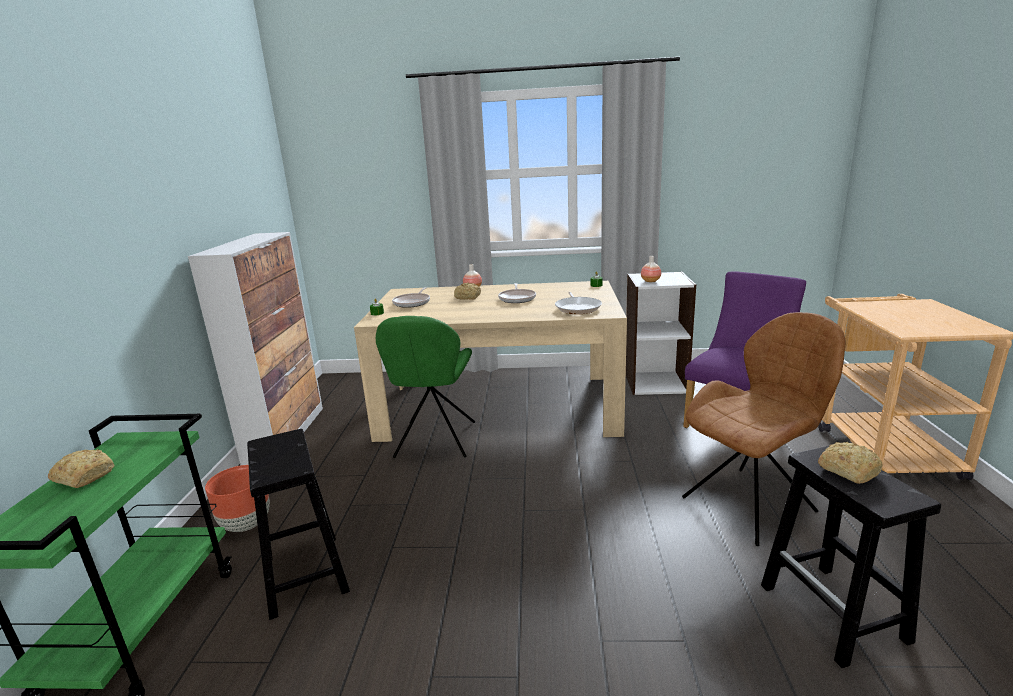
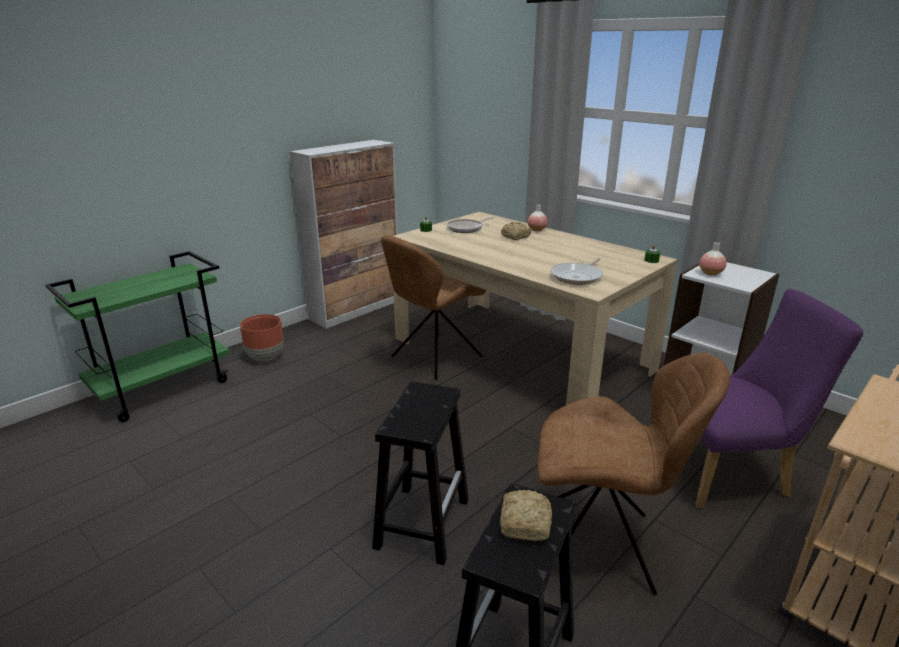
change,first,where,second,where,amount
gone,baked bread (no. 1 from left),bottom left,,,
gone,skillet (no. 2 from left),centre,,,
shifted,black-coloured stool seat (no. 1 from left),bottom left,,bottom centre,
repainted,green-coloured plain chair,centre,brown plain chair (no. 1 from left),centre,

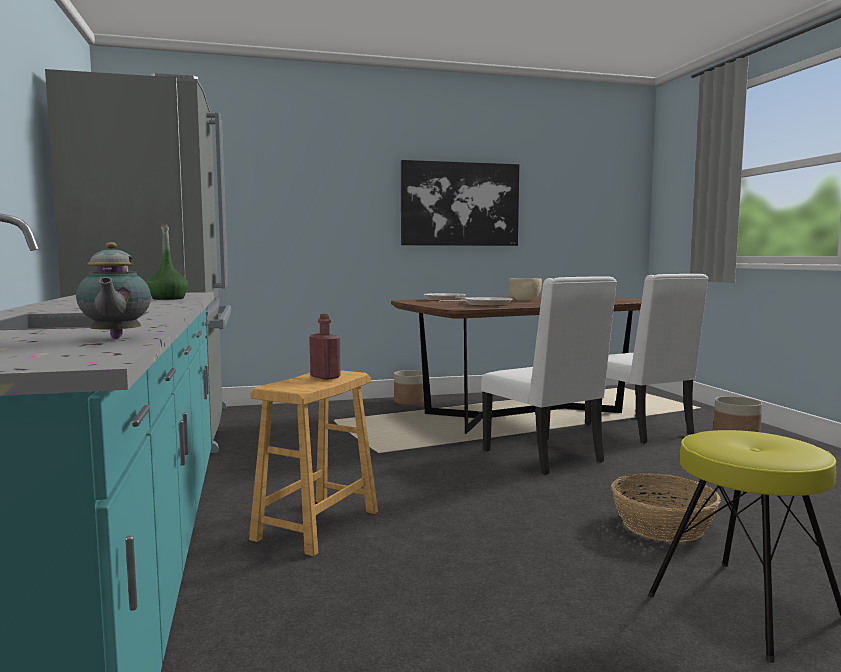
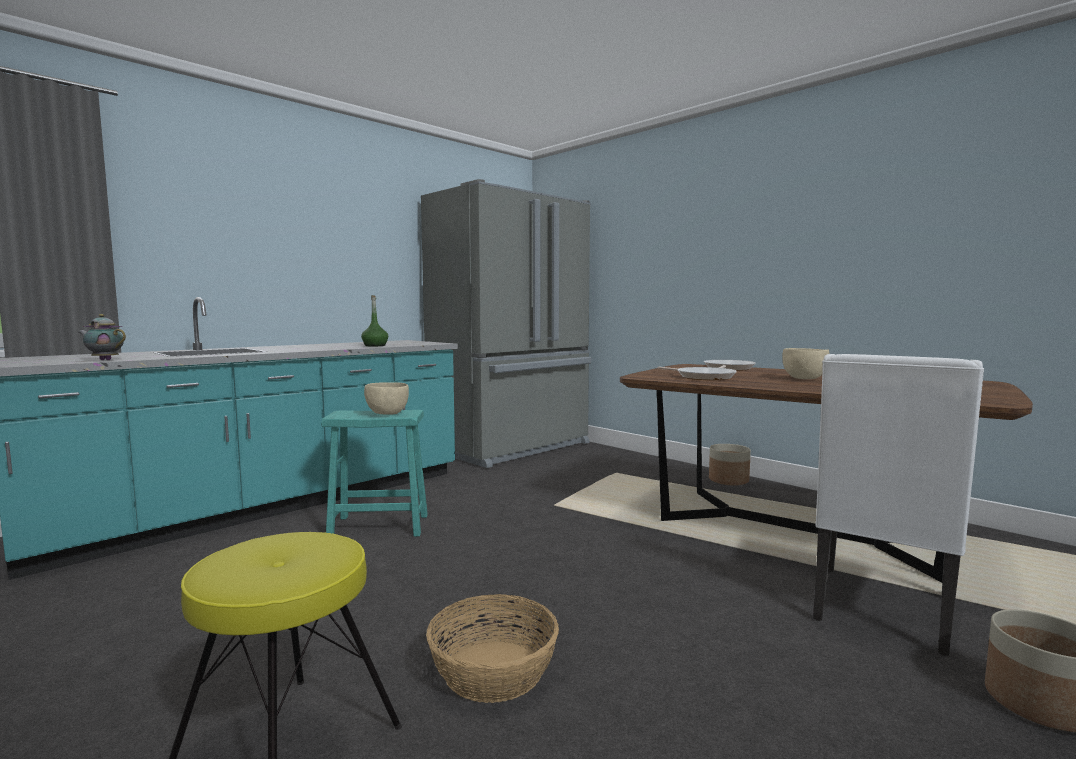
change,first,where,second,where,amount
gone,wall art,top centre,,,
gone,white-coloured plain chair (no. 1 from left),centre,,,
swapped,red bottle,centre,beige-coloured deep dish (no. 1 from left),centre,
repainted,brown stool seat,bottom centre,turquoise-coloured stool seat,centre,
rotated,tea pot,middle left,,middle left,60 degrees clockwise

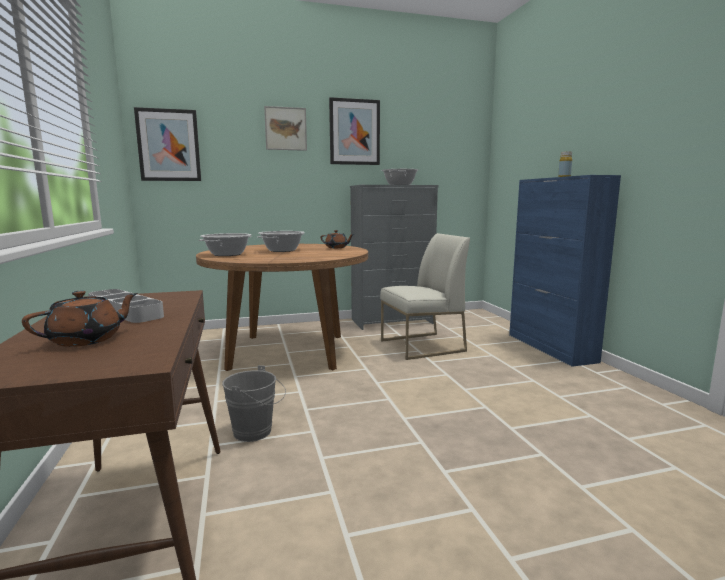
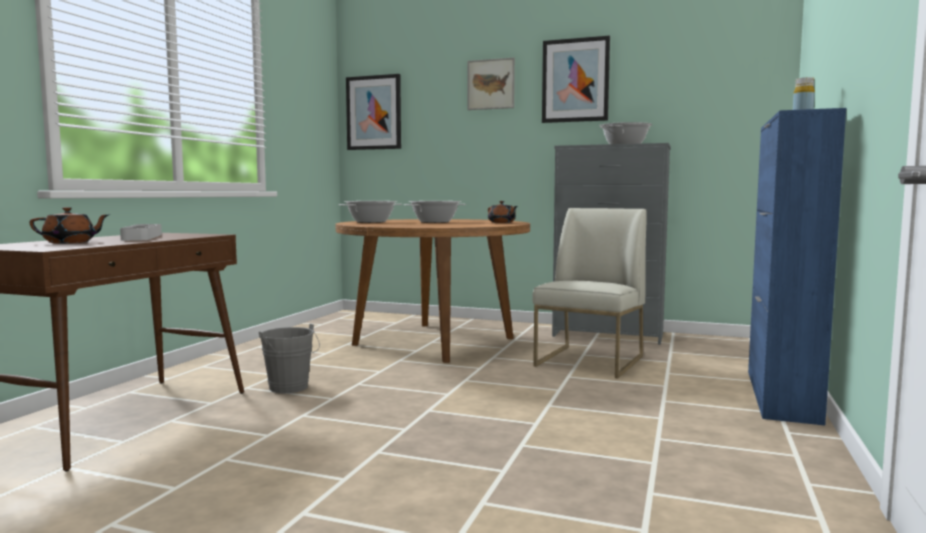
change,first,where,second,where,amount
rotated,white-coloured plain chair,centre,,centre,75 degrees counterclockwise

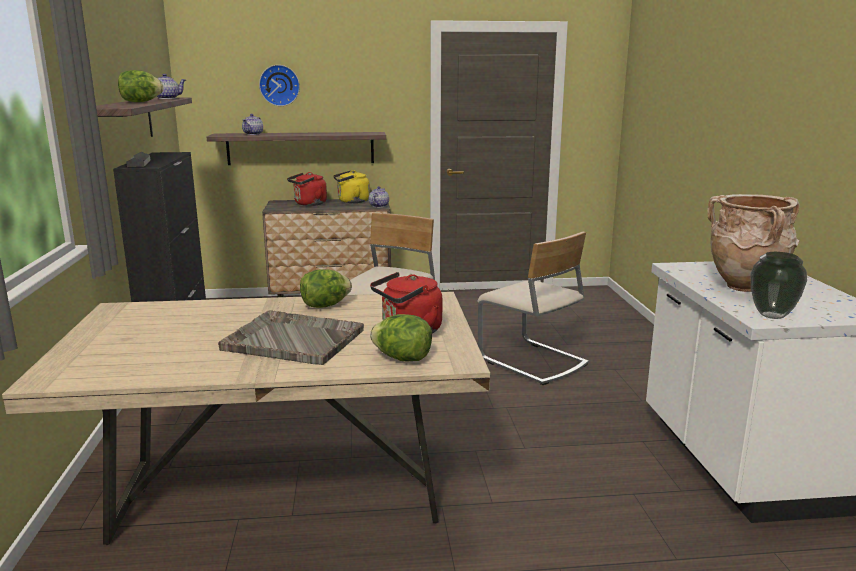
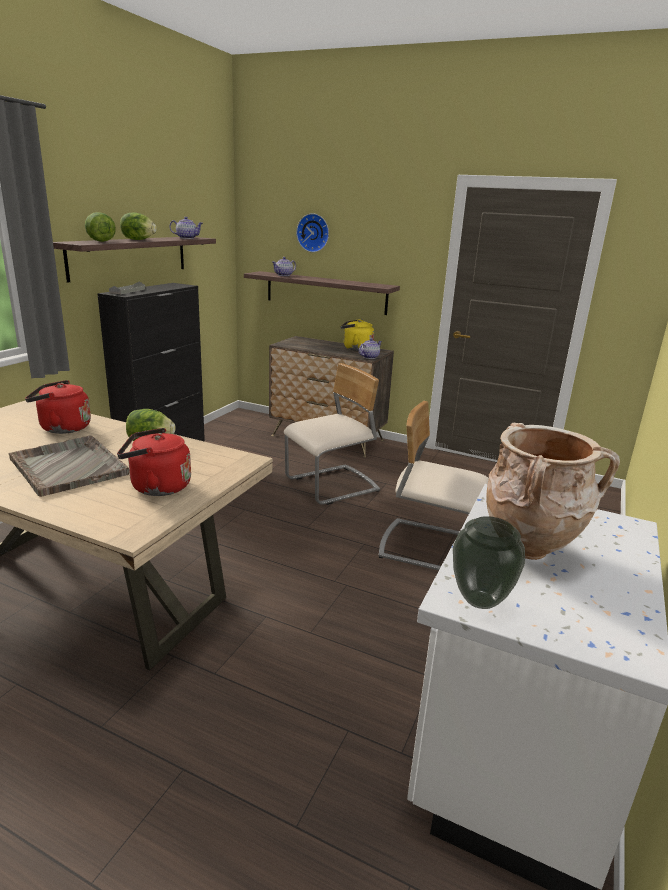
change,first,where,second,where,amount
shifted,red tea kettle (no. 1 from left),top centre,,middle left,
shifted,head of lettuce (no. 3 from left in the first image),centre,head of lettuce (no. 1 from left),top left,
rotated,beige-coloured plain chair (no. 2 from left),centre,,centre,120 degrees clockwise

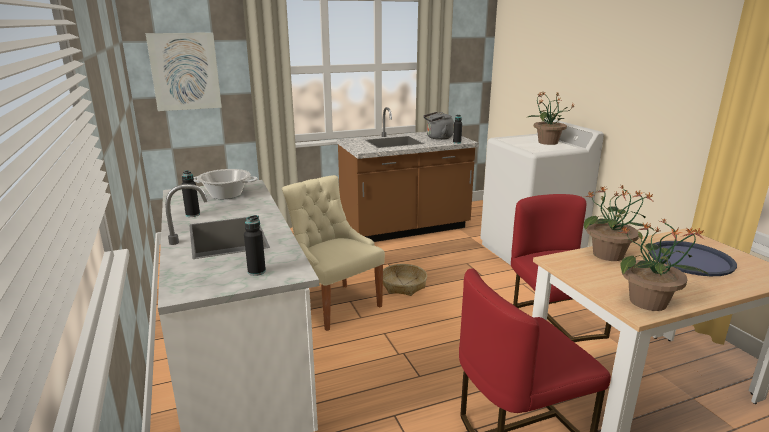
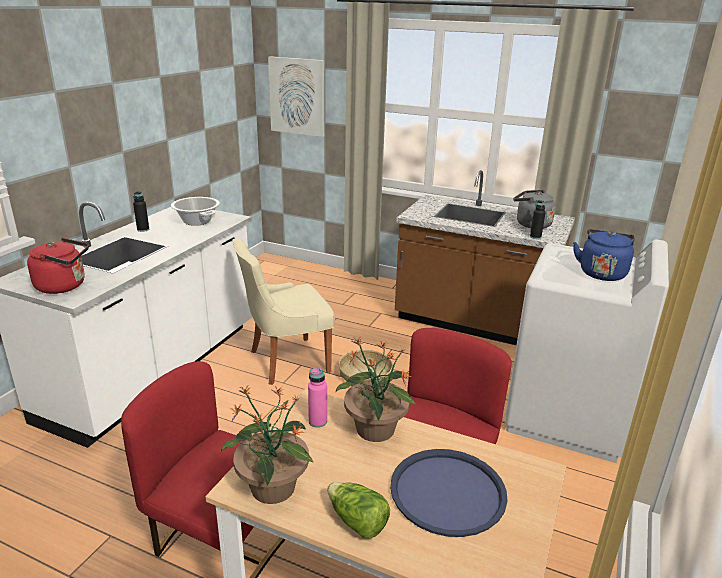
change,first,where,second,where,amount
new,,,pinkish bottle,bottom centre,
new,,,head of lettuce,bottom centre,
swapped,black-coloured bottle (no. 2 from left),middle left,red tea kettle,middle left,
swapped,houseplant (no. 1 from left),top right,bluish tea kettle,middle right,
rotated,beige-coloured plain chair,centre,,centre,120 degrees counterclockwise

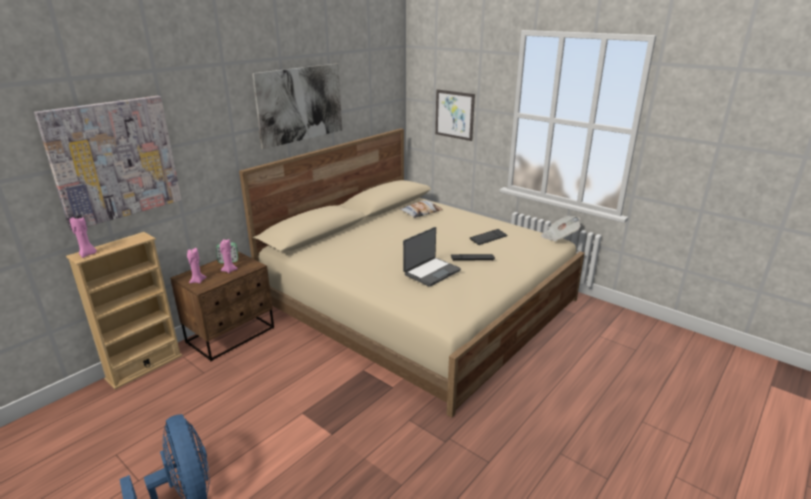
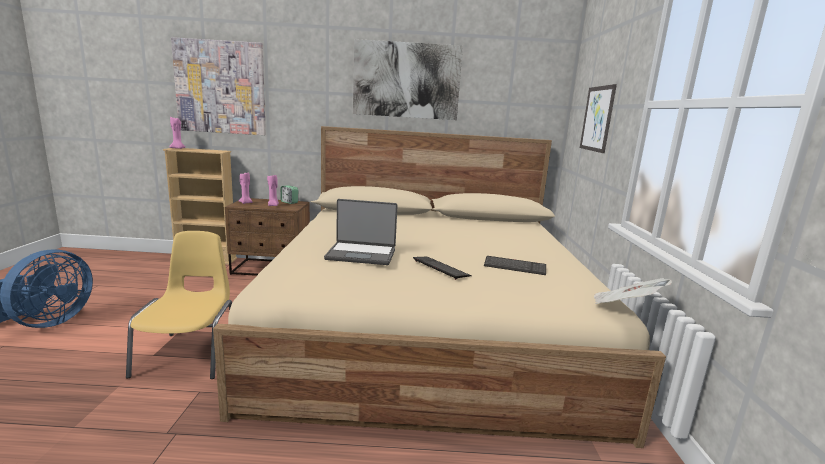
change,first,where,second,where,amount
gone,throw pillow,centre,,,
new,,,yellowish plain chair,middle left,

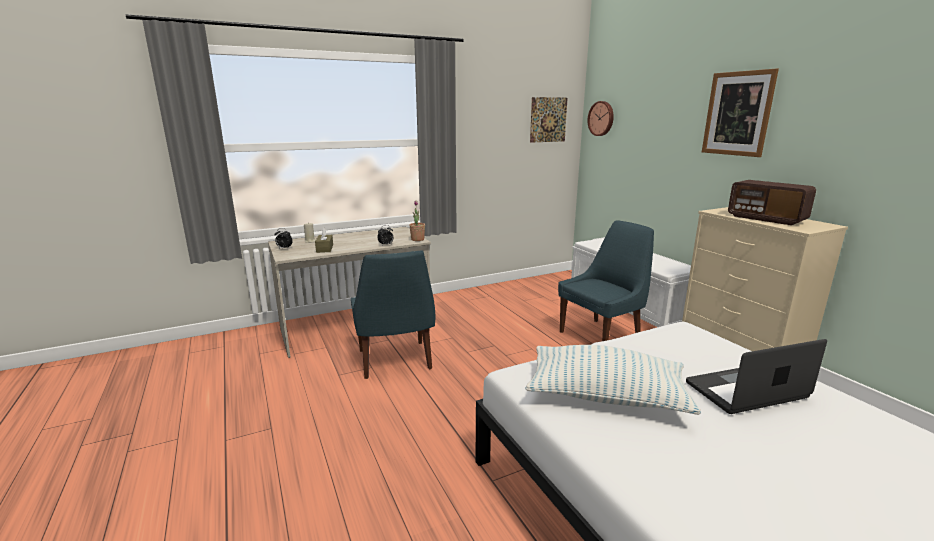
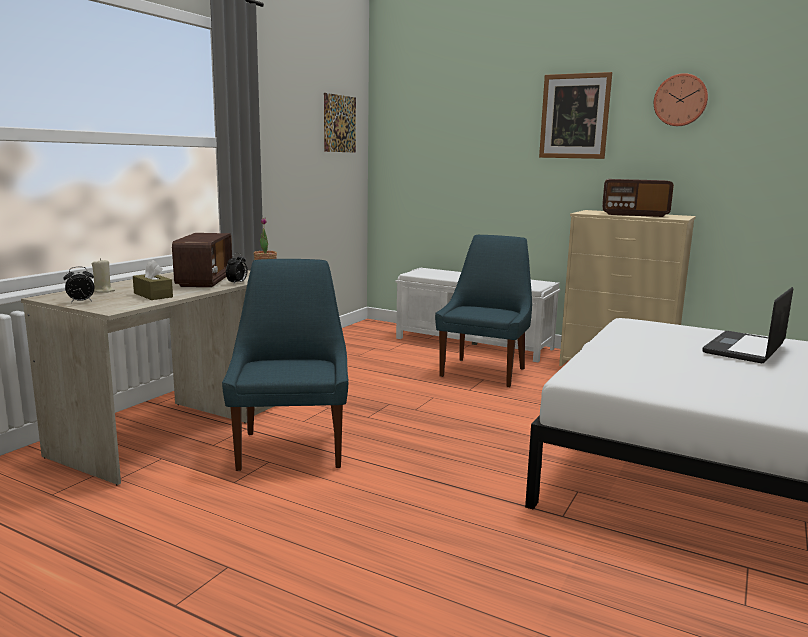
change,first,where,second,where,amount
gone,throw pillow,bottom centre,,,
new,,,radio receiver (no. 1 from left),middle left,
shifted,hanging clock,top centre,,top right,
rotated,bluish plain chair (no. 1 from left),centre,,centre,135 degrees counterclockwise

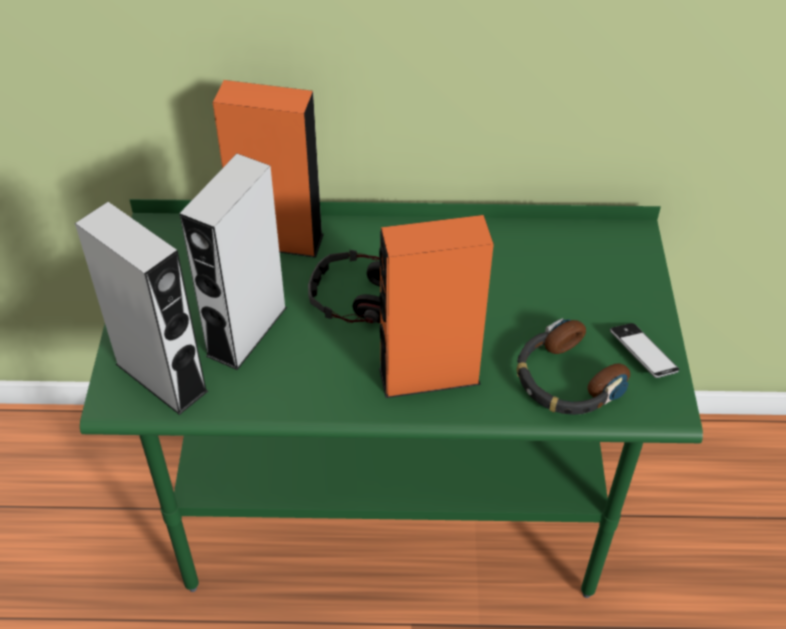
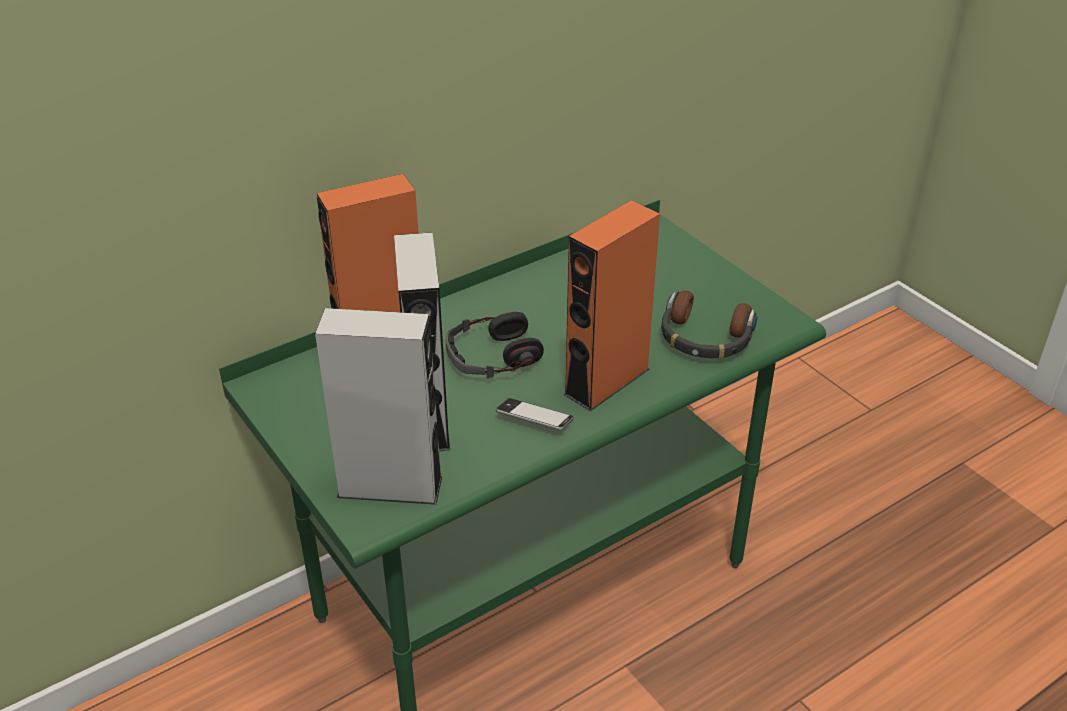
change,first,where,second,where,amount
shifted,phone,middle right,,centre,

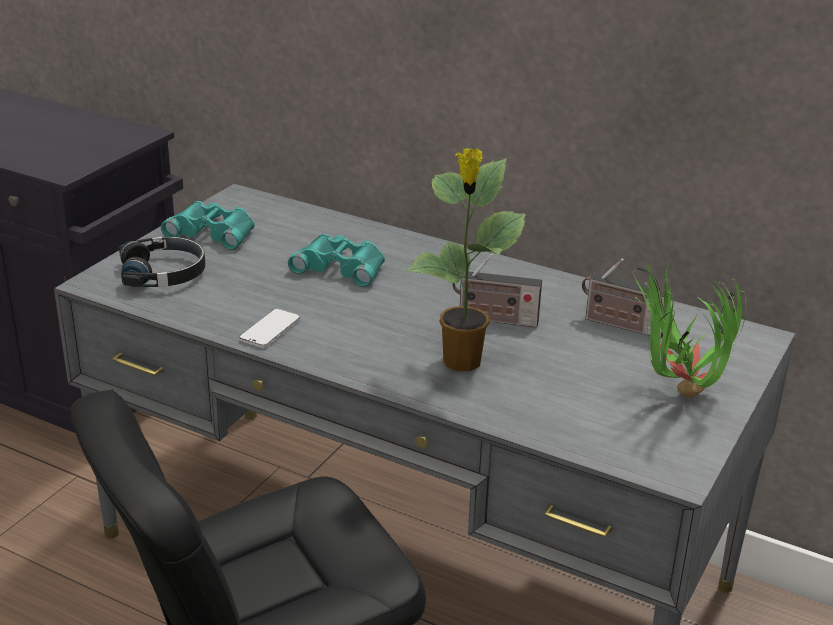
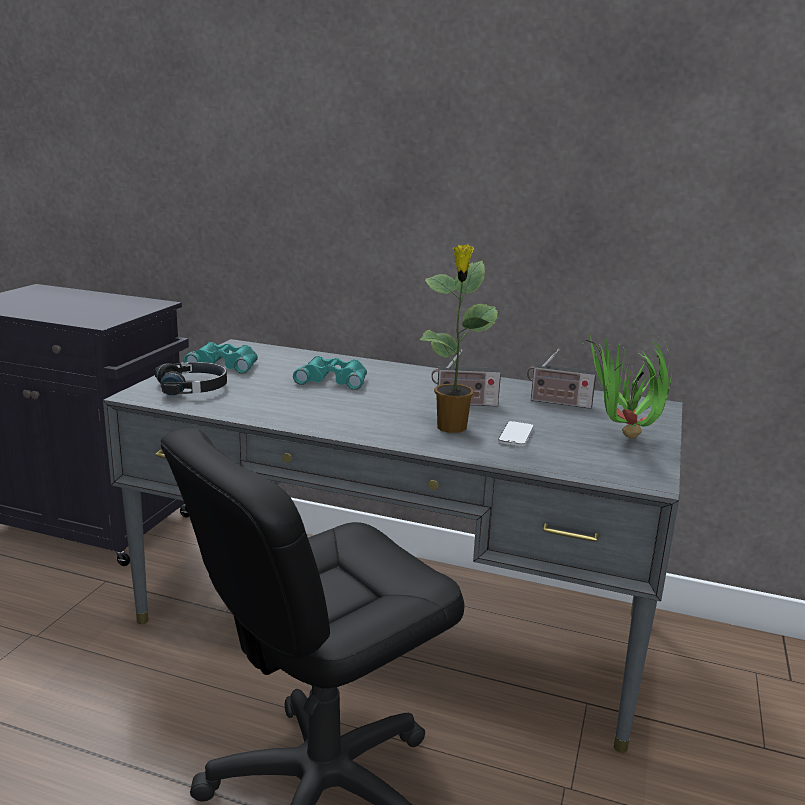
change,first,where,second,where,amount
shifted,phone,middle left,,centre,

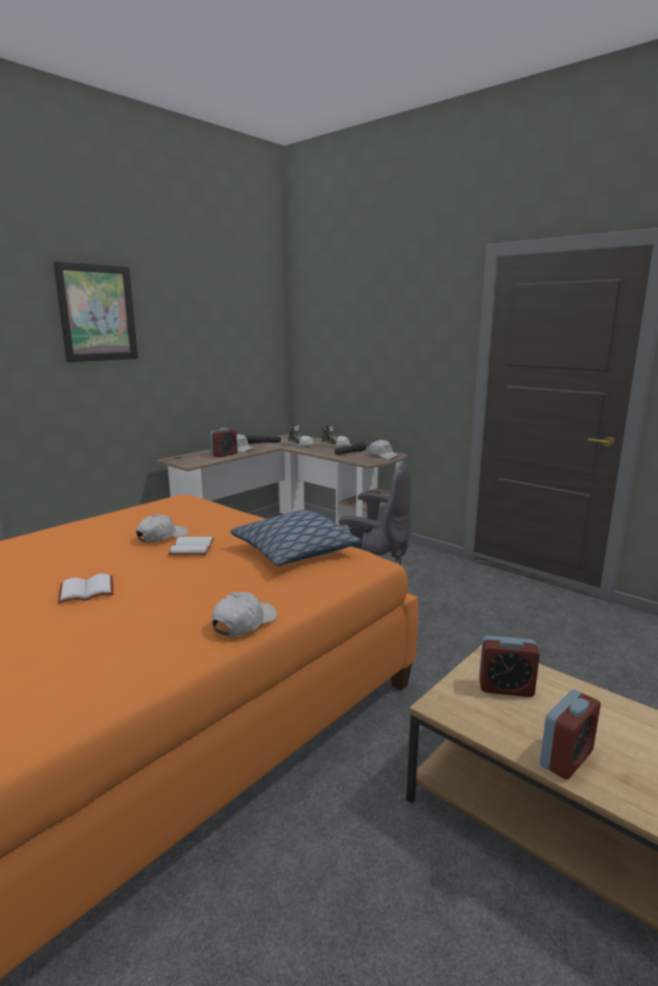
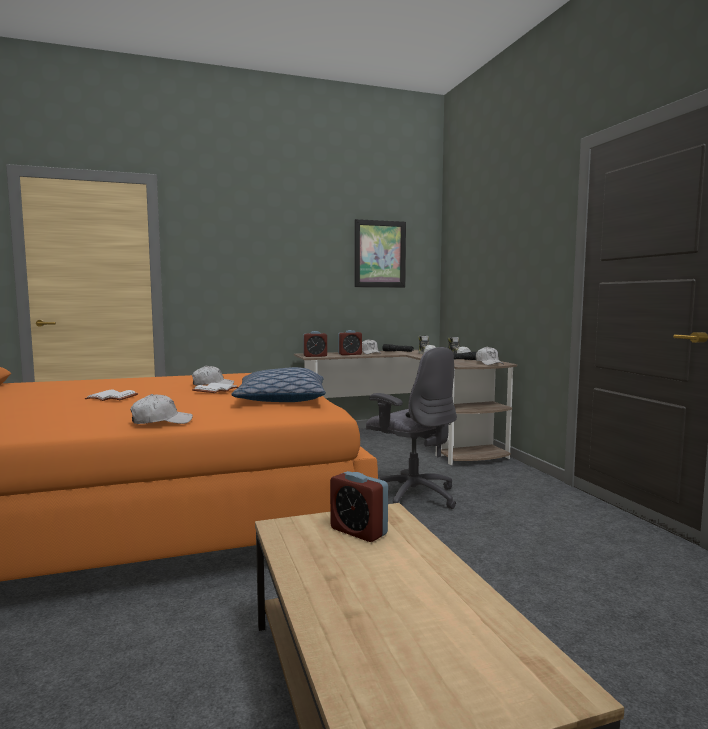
change,first,where,second,where,amount
shifted,wall art,top left,,centre,
shifted,bedside clock (no. 3 from left in the first image),bottom right,bedside clock (no. 1 from left),centre,

